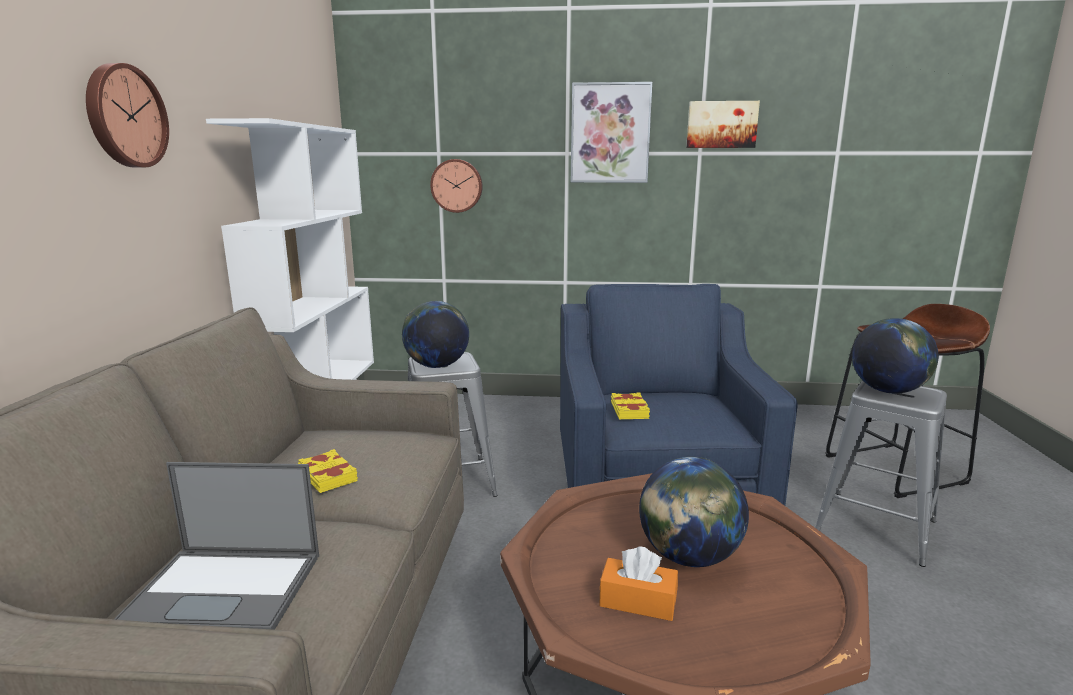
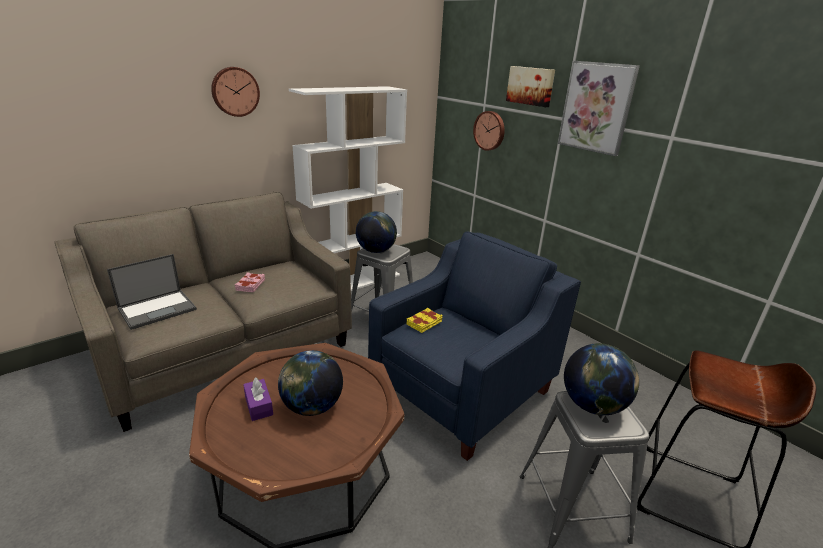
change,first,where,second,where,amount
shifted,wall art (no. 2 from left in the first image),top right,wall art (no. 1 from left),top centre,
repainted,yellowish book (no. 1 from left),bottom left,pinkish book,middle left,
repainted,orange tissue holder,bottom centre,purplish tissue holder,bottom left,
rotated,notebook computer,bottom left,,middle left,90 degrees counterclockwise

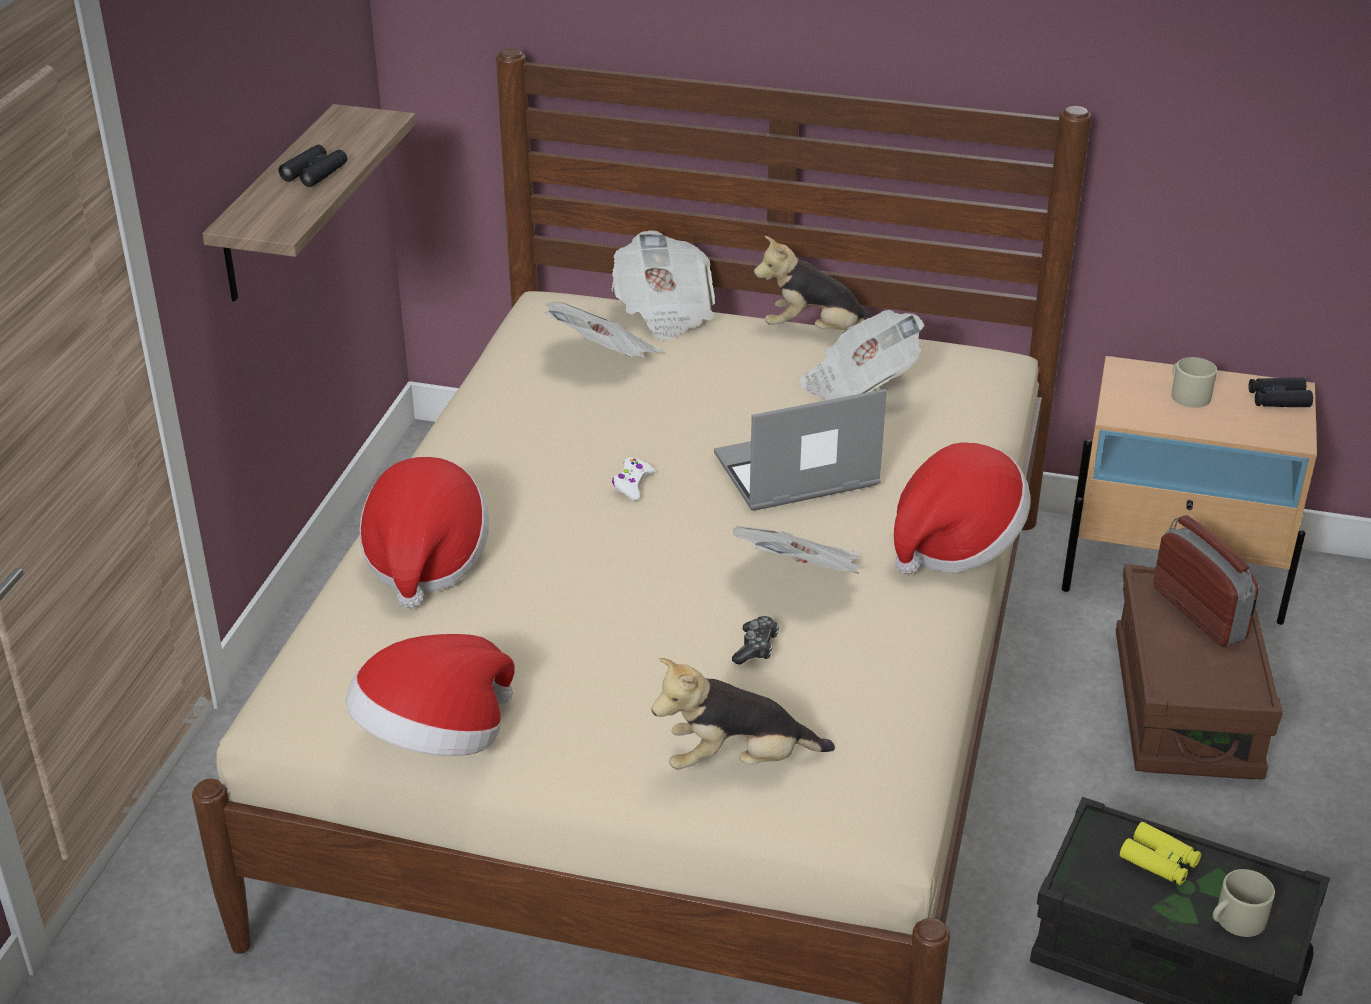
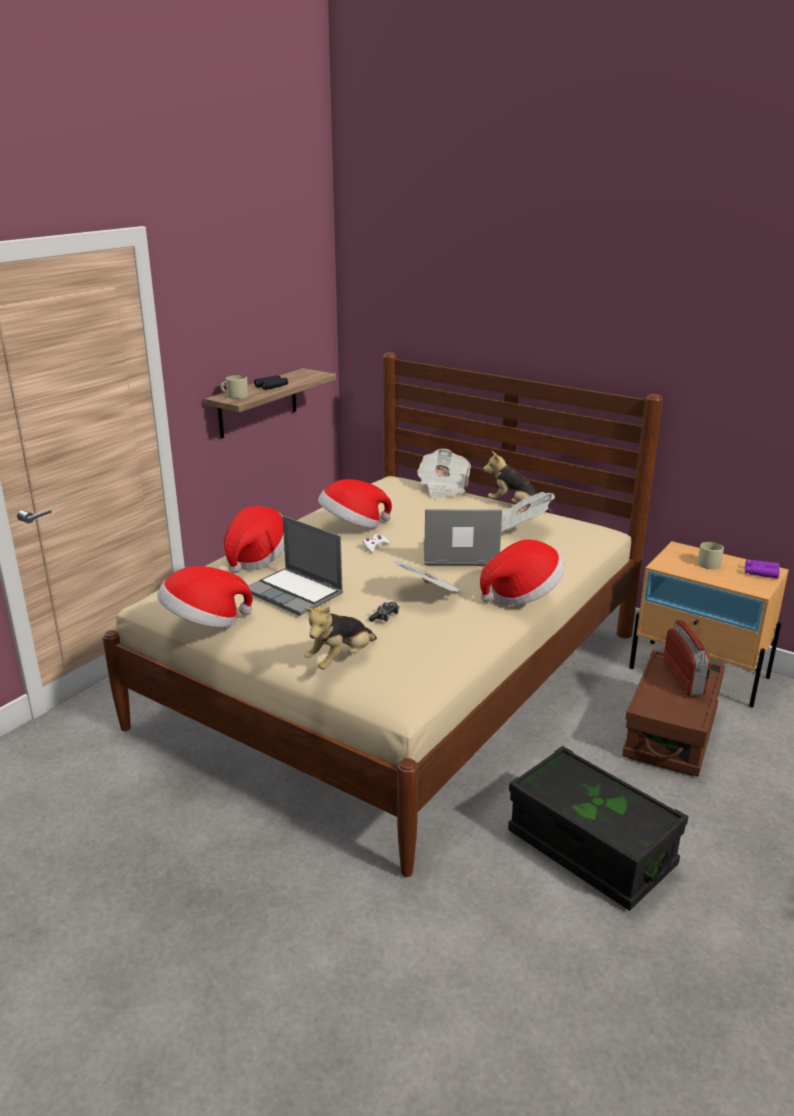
change,first,where,second,where,amount
gone,printed paper (no. 1 from left),top centre,,,
gone,yellowish binoculars,bottom right,,,
new,,,notebook computer (no. 1 from left),centre,
new,,,hat (no. 3 from left),centre,
shifted,beige-coloured coffee mug (no. 2 from left in the first image),bottom right,beige-coloured coffee mug (no. 1 from left),middle left,
repainted,black-coloured binoculars (no. 2 from left),middle right,purplish binoculars,middle right,
rotated,cuddly toy (no. 1 from left),bottom centre,,centre,60 degrees counterclockwise

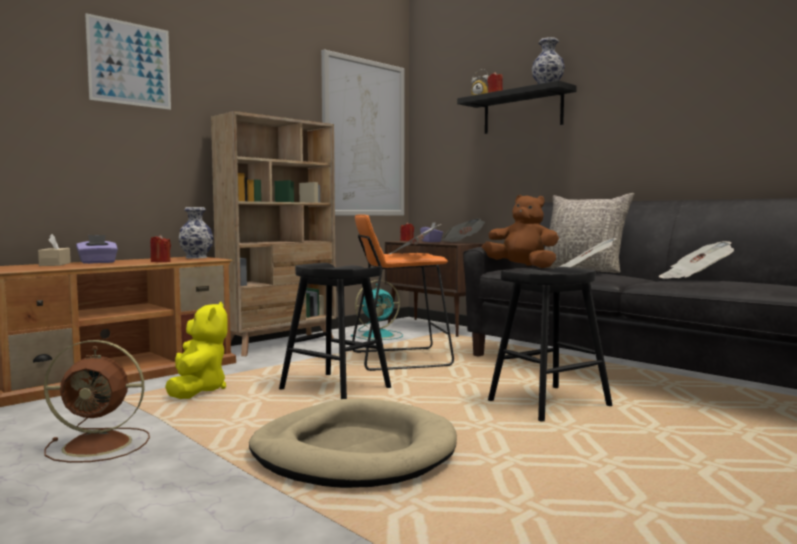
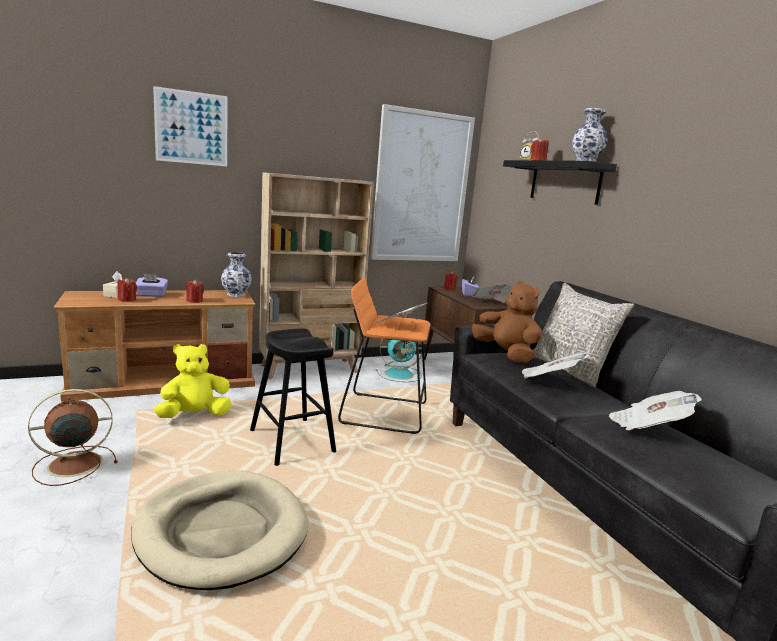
change,first,where,second,where,amount
gone,black-coloured stool seat (no. 2 from left),middle right,,,
new,,,red candle (no. 1 from left),middle left,
rotated,brown fan,bottom left,,bottom left,135 degrees clockwise
rotated,yellowish cuddly toy,middle left,,middle left,135 degrees counterclockwise

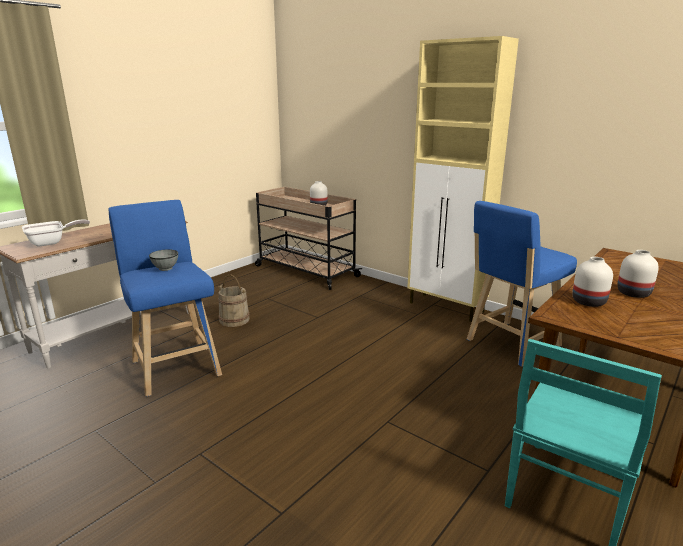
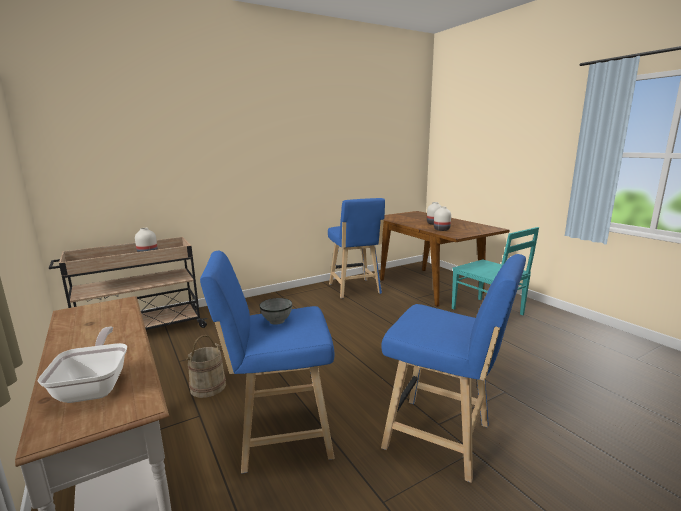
change,first,where,second,where,amount
gone,beige-coloured cupboard,top right,,,
new,,,bluish stool seat (no. 3 from left),bottom centre,

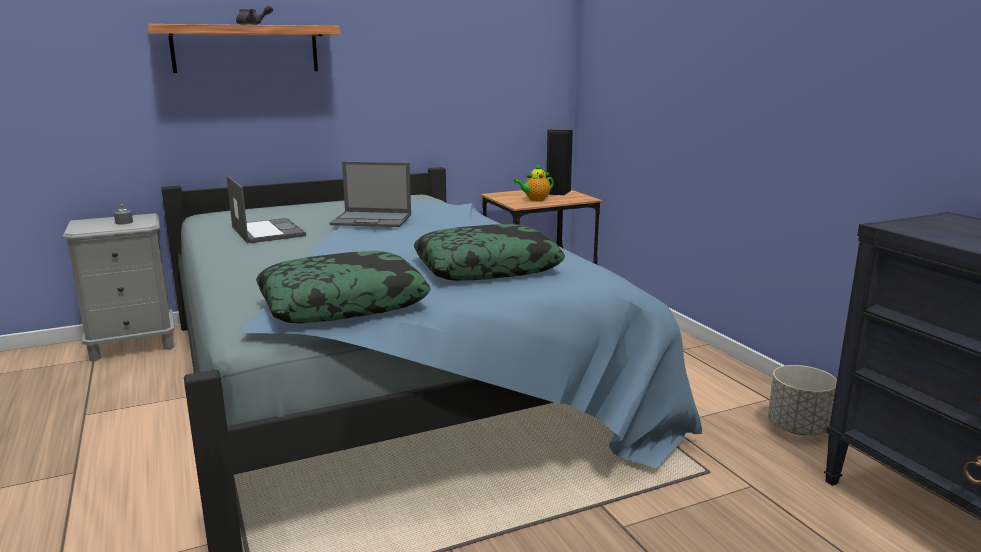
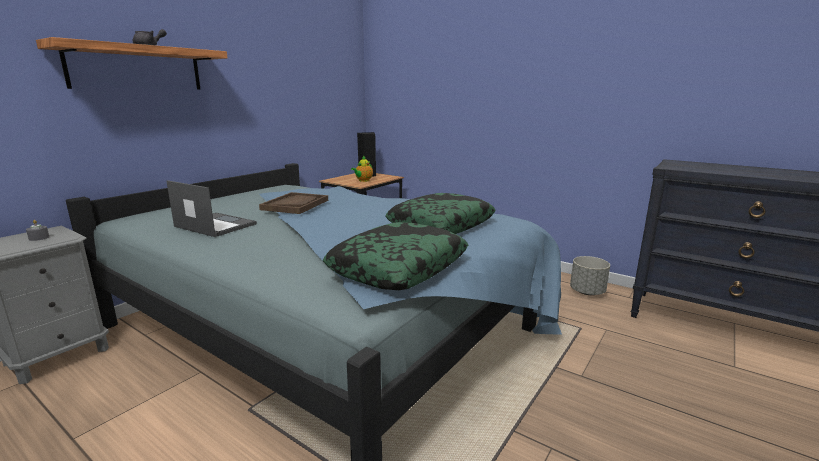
change,first,where,second,where,amount
swapped,notebook computer (no. 2 from left),centre,brown serving tray,centre,

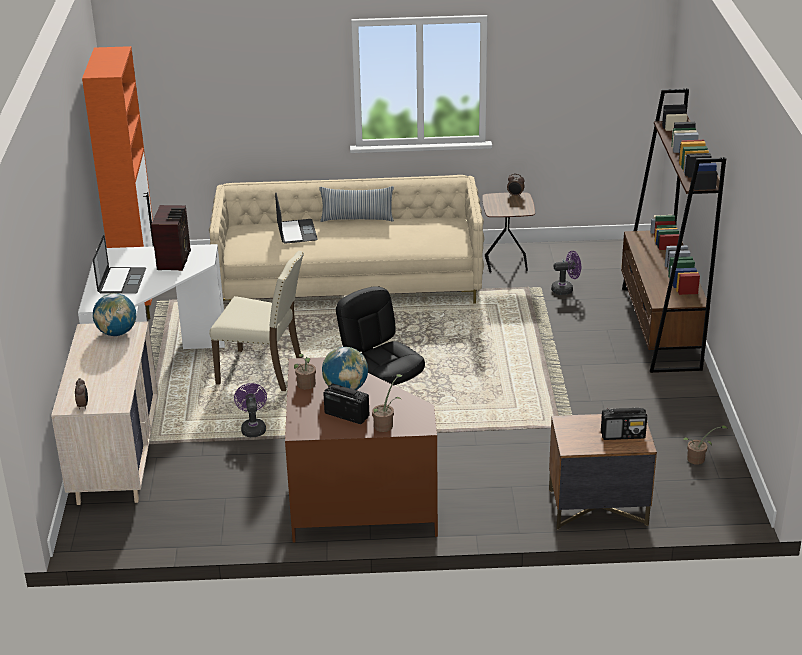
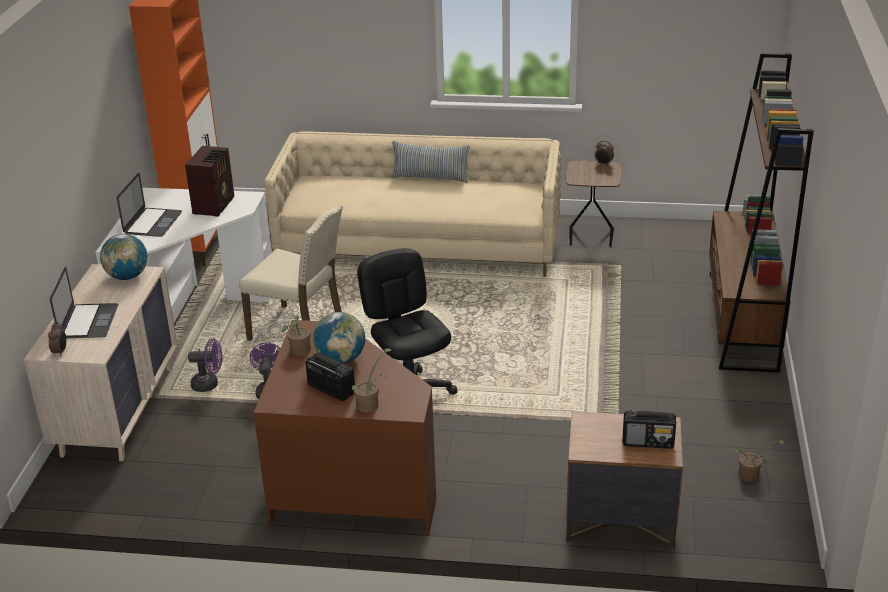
change,first,where,second,where,amount
shifted,notebook computer (no. 2 from left in the first image),top centre,notebook computer (no. 1 from left),middle left,
shifted,purplish fan (no. 2 from left in the first image),middle right,purplish fan (no. 1 from left),middle left,

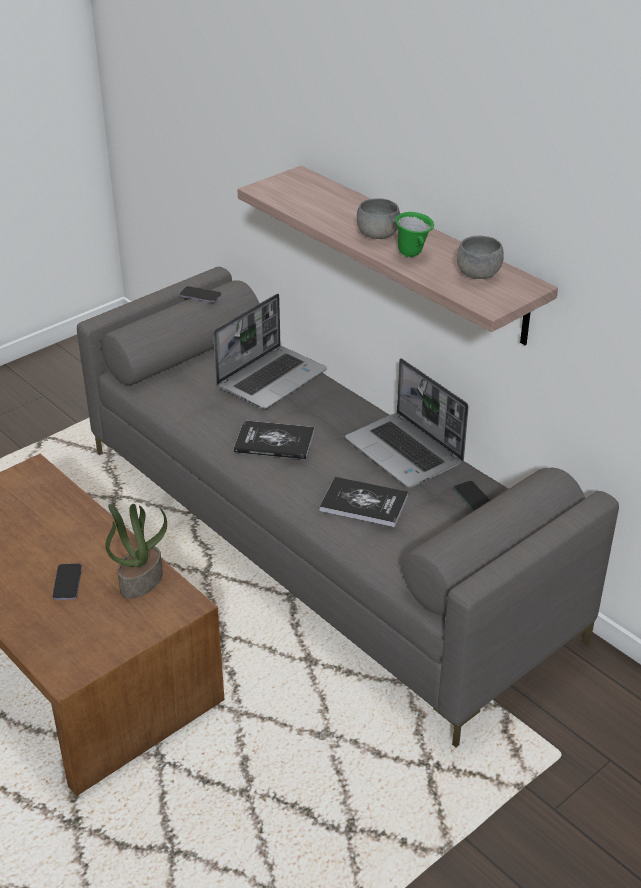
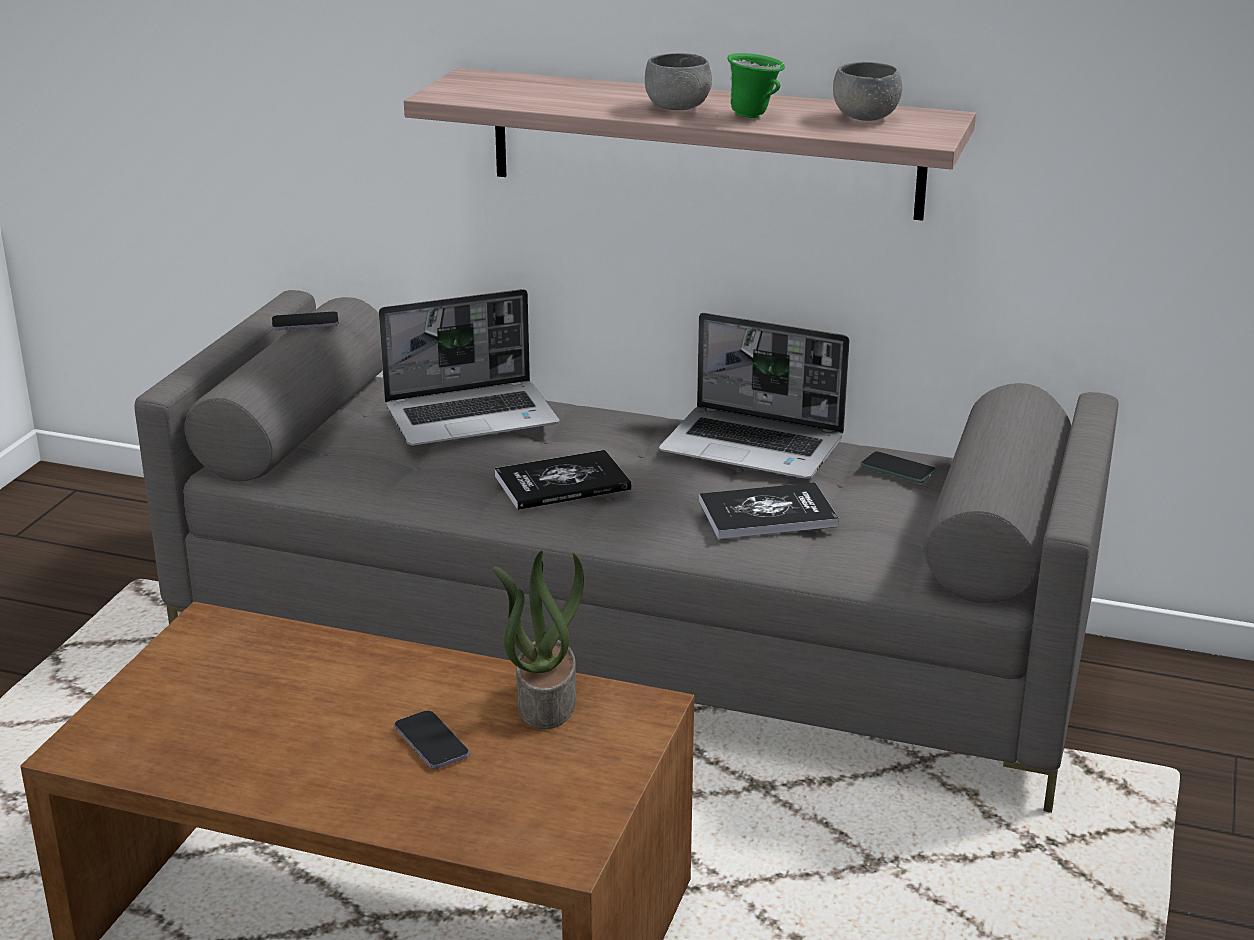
change,first,where,second,where,amount
rotated,notebook computer (no. 1 from left),centre,,centre,60 degrees clockwise

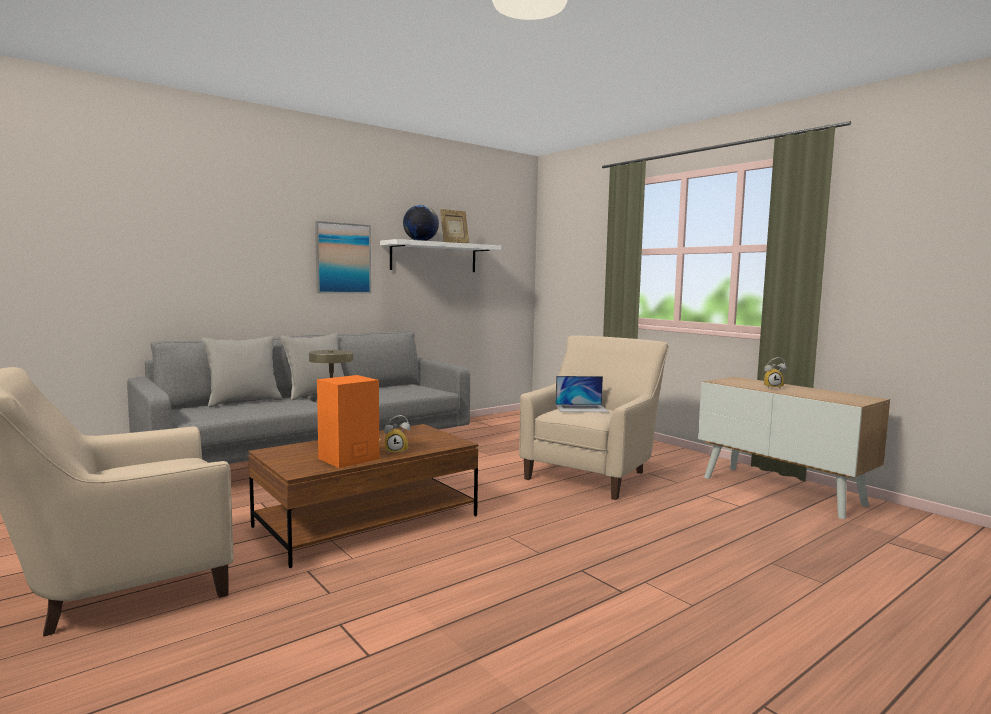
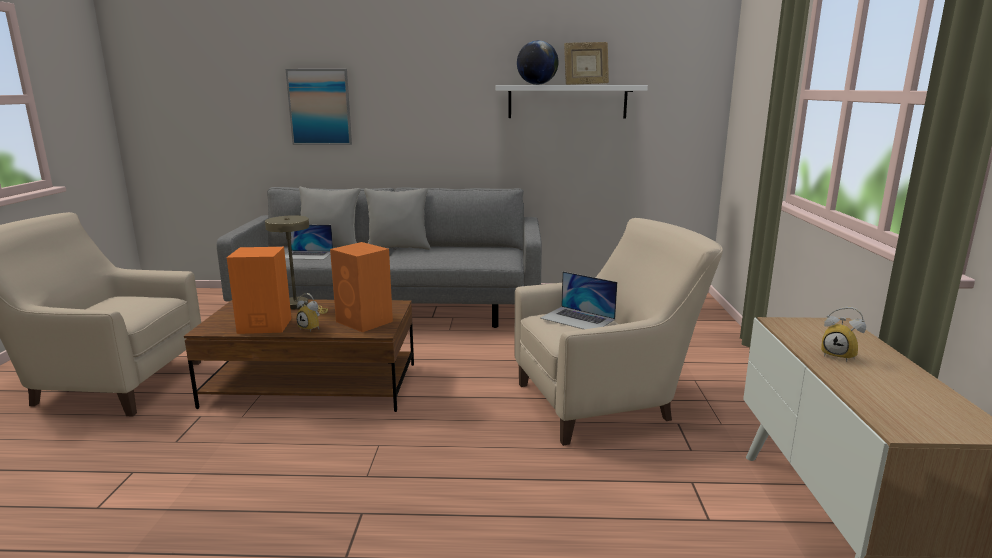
change,first,where,second,where,amount
new,,,notebook computer (no. 1 from left),middle left,
new,,,orange speaker (no. 2 from left),centre,
shifted,wall art,centre,,top left,

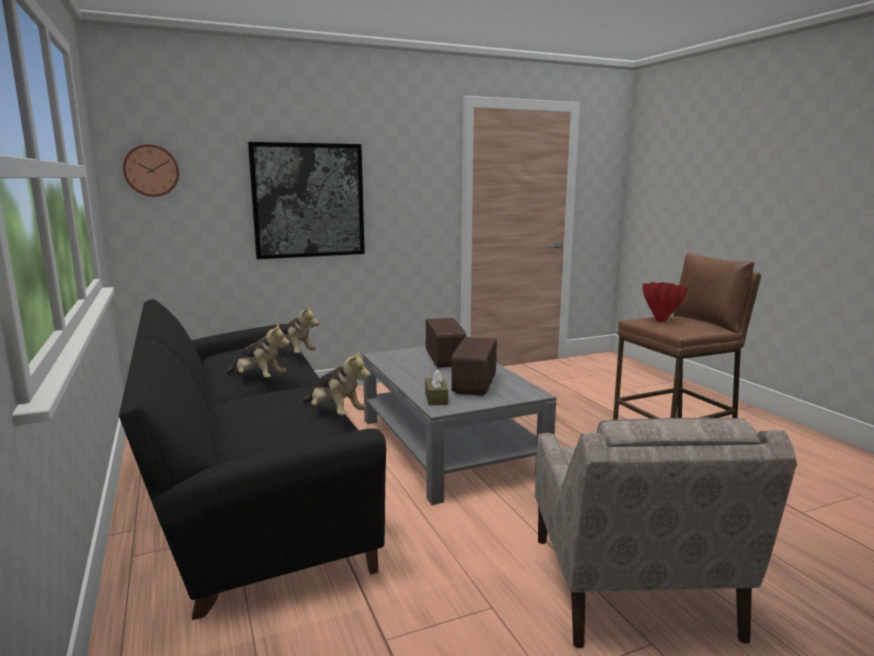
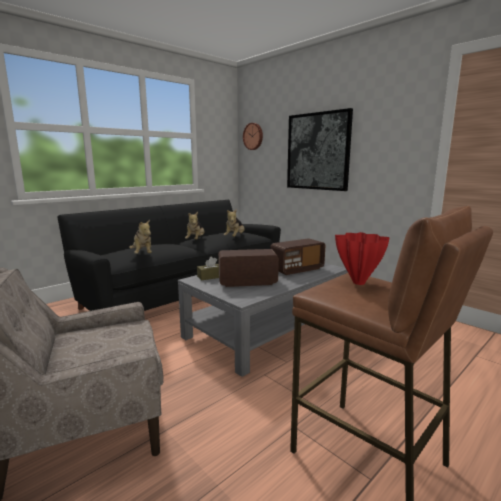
change,first,where,second,where,amount
rotated,cuddly toy (no. 3 from left in the first image),centre,cuddly toy (no. 1 from left),middle left,45 degrees counterclockwise

